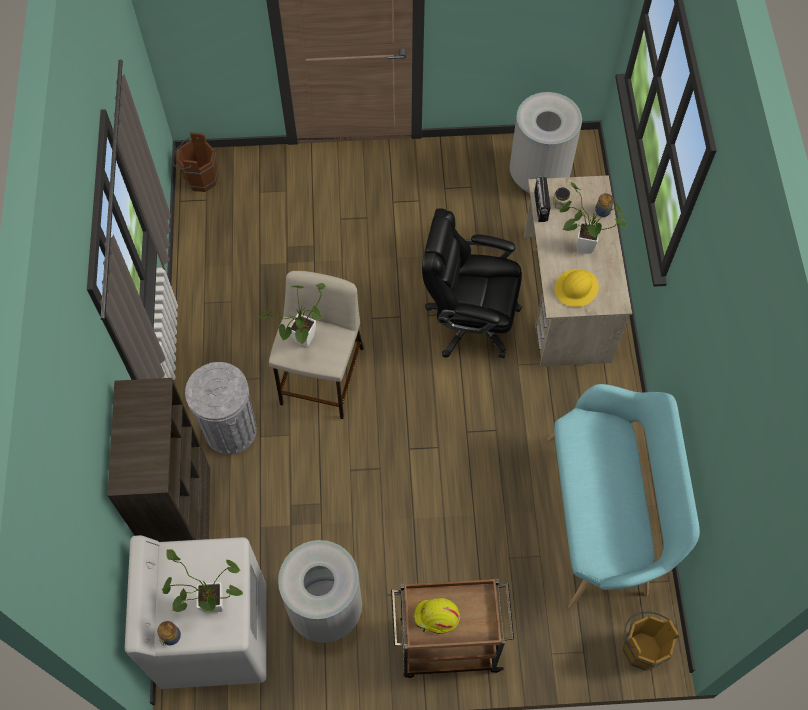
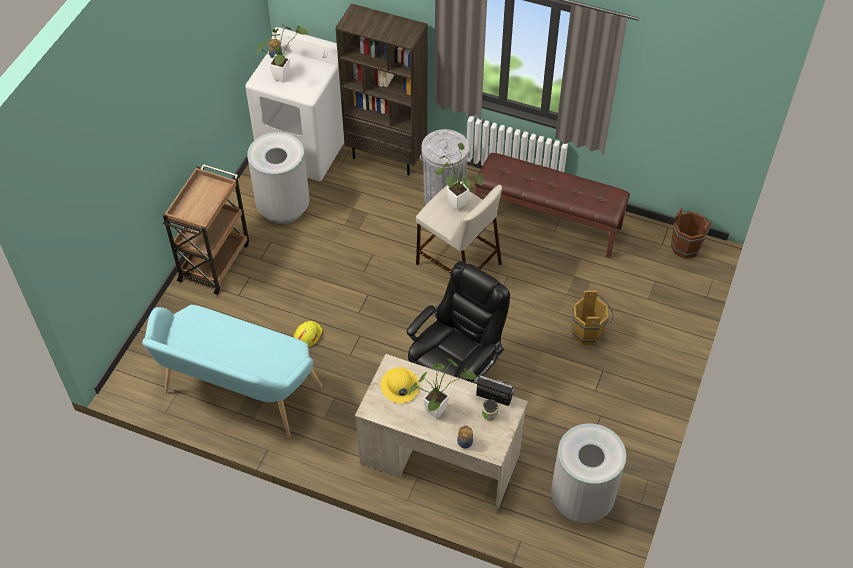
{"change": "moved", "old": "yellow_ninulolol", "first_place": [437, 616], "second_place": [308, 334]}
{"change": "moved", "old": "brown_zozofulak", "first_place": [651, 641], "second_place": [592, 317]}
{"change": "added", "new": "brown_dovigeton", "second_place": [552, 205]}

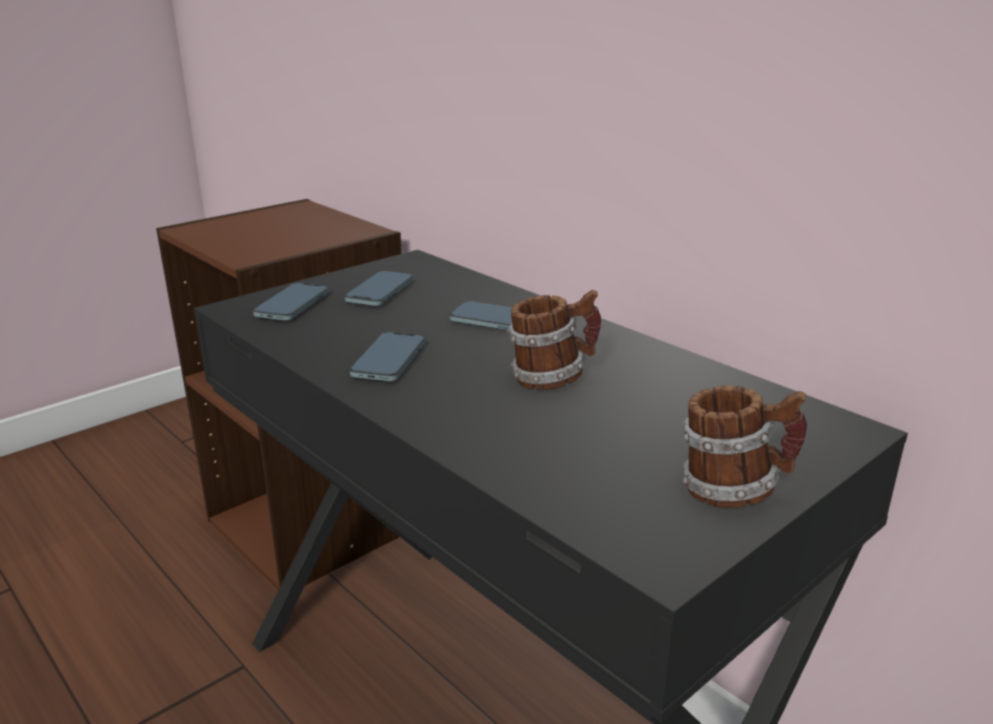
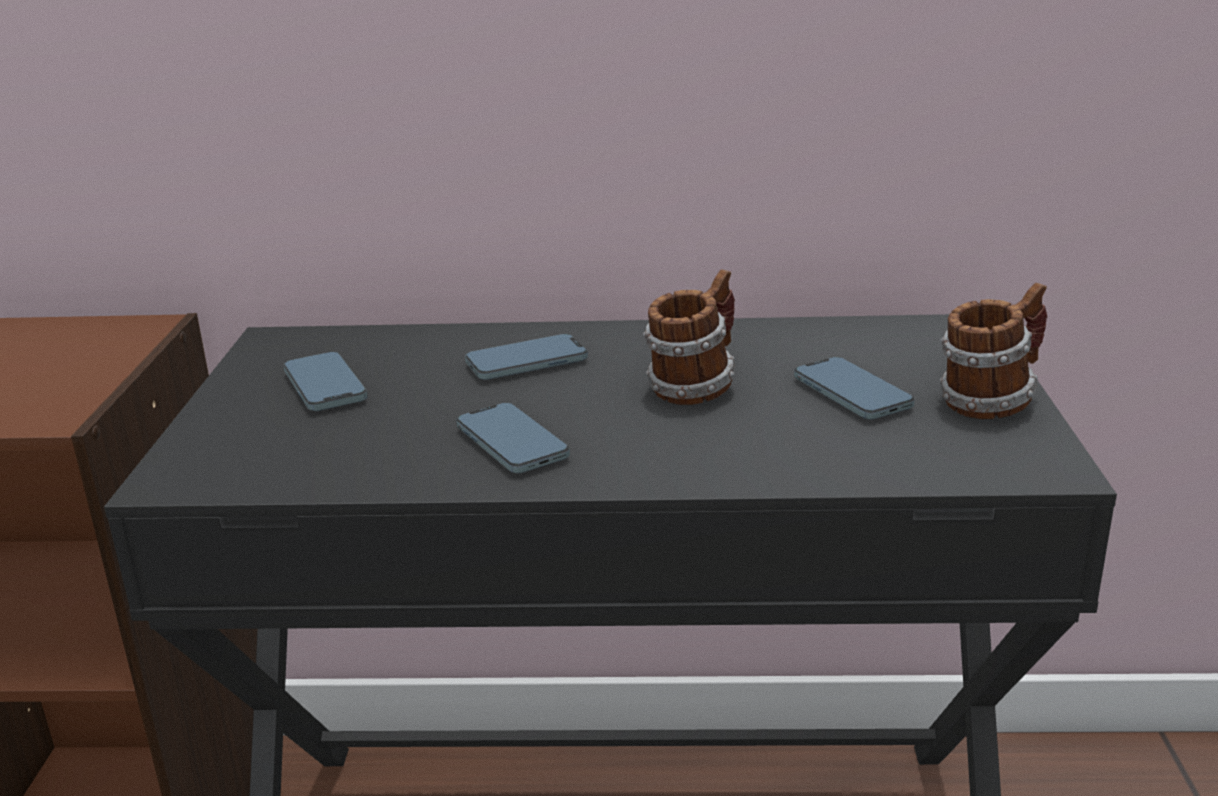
{"change": "moved", "old": "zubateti", "first_place": [291, 302], "second_place": [854, 388]}

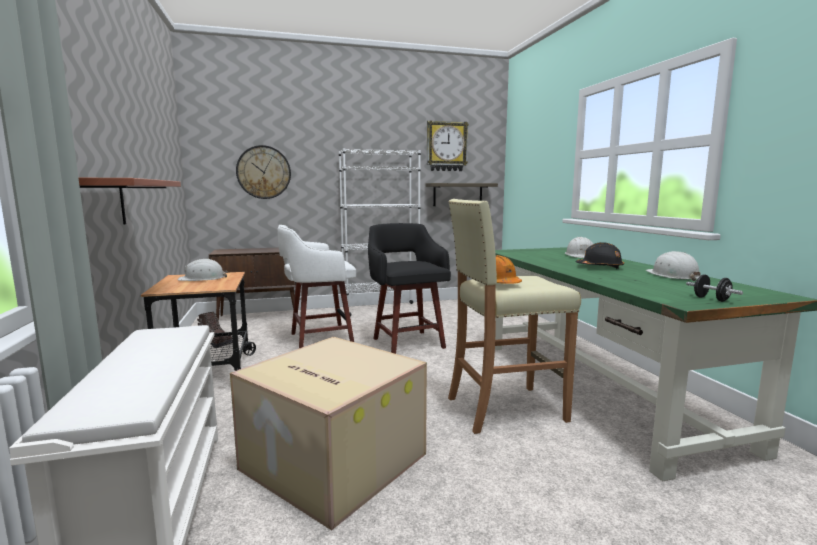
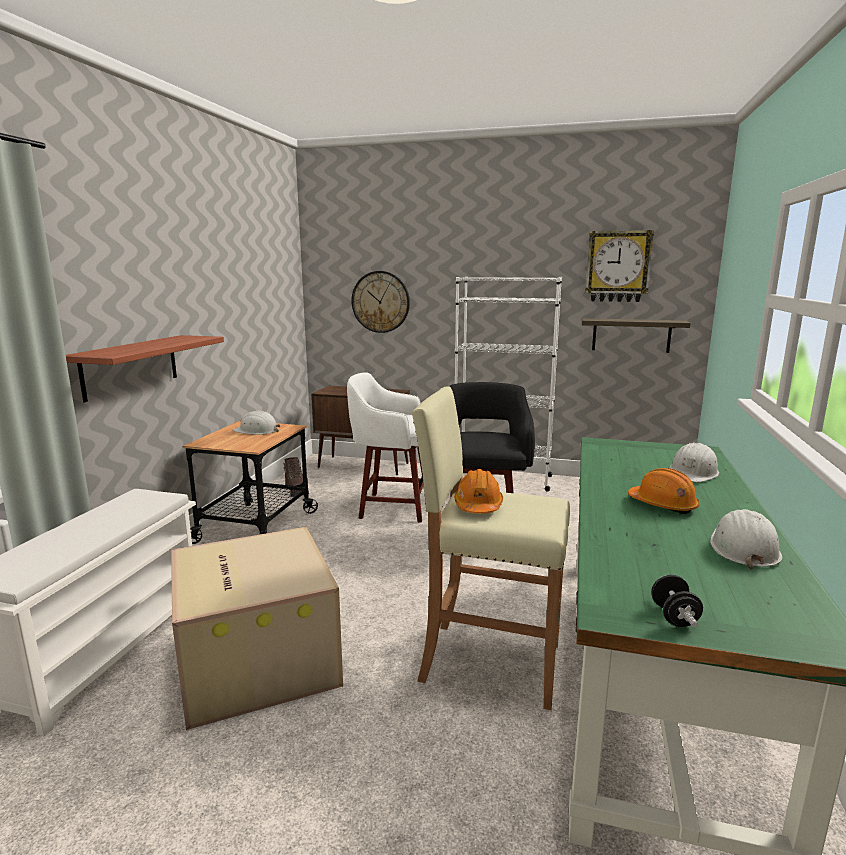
{"change": "recoloured", "old": "black_ninulolol", "new": "orange_ninulolol", "first_place": [600, 255], "second_place": [664, 491]}

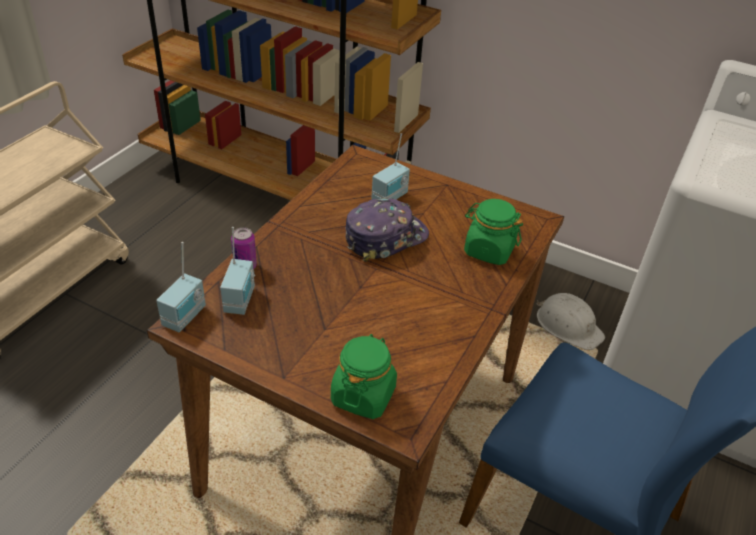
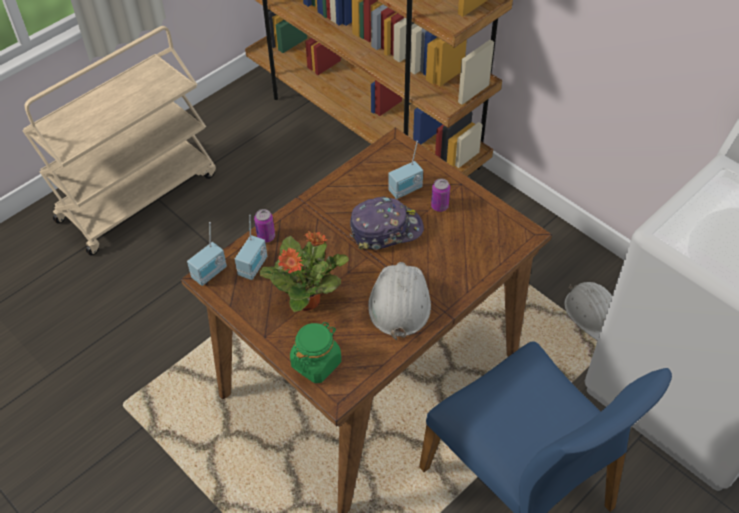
{"change": "removed", "old": "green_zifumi", "first_place": [493, 232]}
{"change": "added", "new": "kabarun", "second_place": [440, 195]}
{"change": "added", "new": "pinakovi", "second_place": [304, 271]}
{"change": "added", "new": "white_ninulolol", "second_place": [399, 301]}

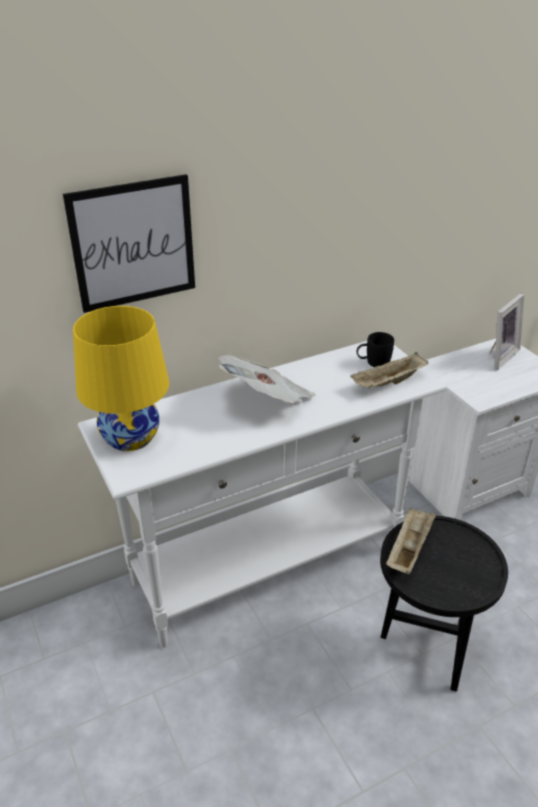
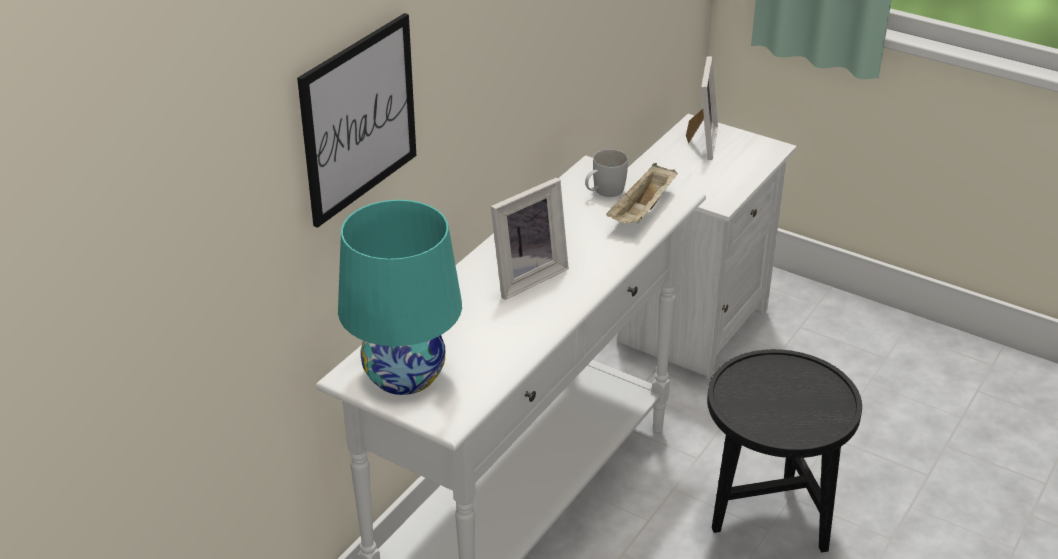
{"change": "recoloured", "old": "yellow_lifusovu", "new": "turquoise_lifusovu", "first_place": [121, 378], "second_place": [400, 297]}
{"change": "recoloured", "old": "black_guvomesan", "new": "white_guvomesan", "first_place": [375, 349], "second_place": [606, 173]}
{"change": "replaced", "old": "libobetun", "new": "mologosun", "first_place": [267, 379], "second_place": [530, 238]}
{"change": "removed", "old": "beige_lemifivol", "first_place": [411, 540]}

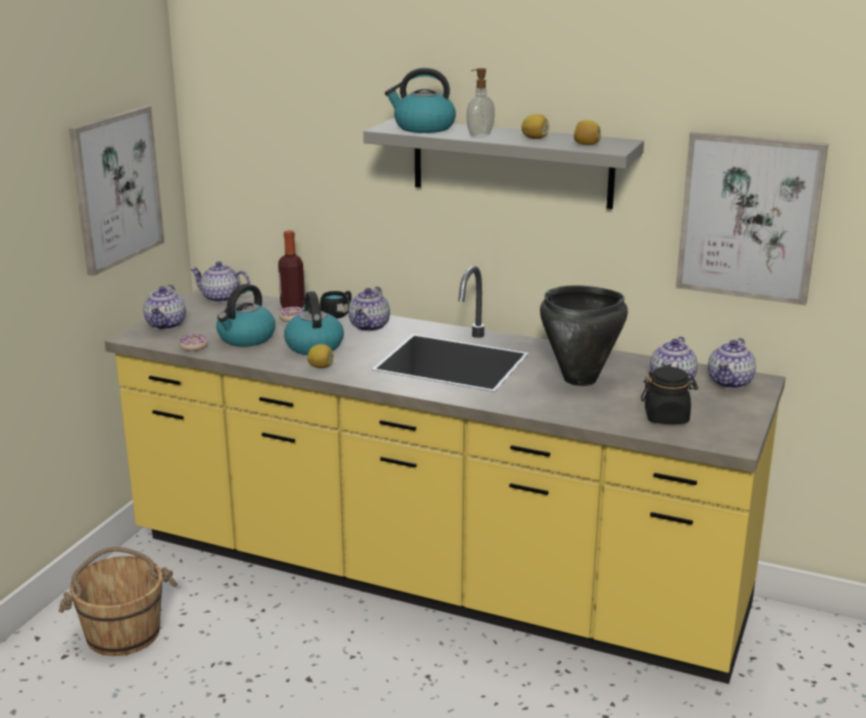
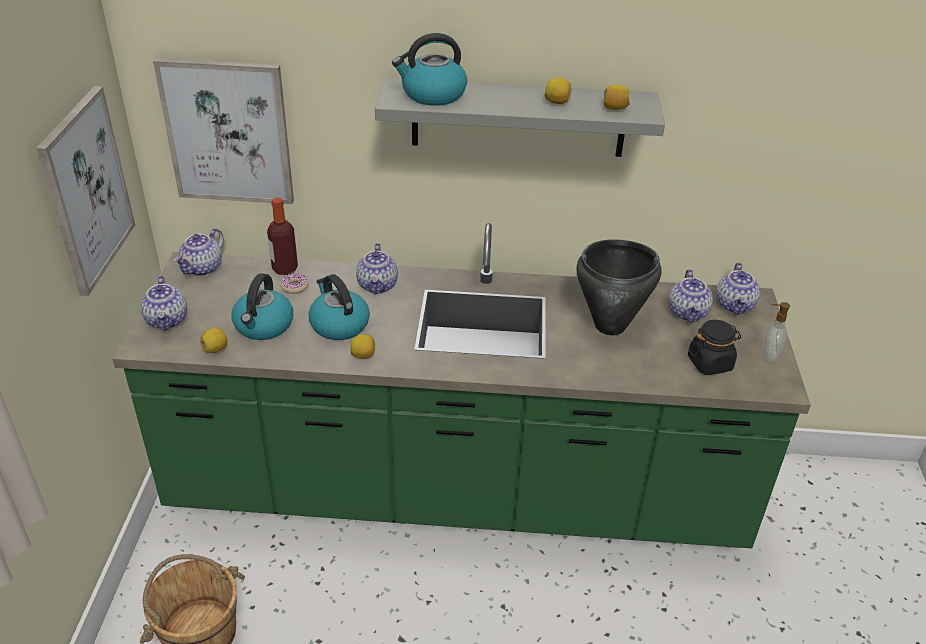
{"change": "moved", "old": "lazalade", "first_place": [481, 103], "second_place": [776, 332]}
{"change": "moved", "old": "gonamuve", "first_place": [752, 218], "second_place": [223, 131]}
{"change": "turned", "old": "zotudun", "first_place": [220, 282], "second_place": [198, 252], "degrees": -60}
{"change": "recoloured", "old": "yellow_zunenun", "new": "green_zunenun", "first_place": [445, 475], "second_place": [461, 386]}
{"change": "removed", "old": "black_guvomesan", "first_place": [336, 305]}
{"change": "replaced", "old": "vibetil", "new": "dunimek", "first_place": [193, 342], "second_place": [213, 340]}

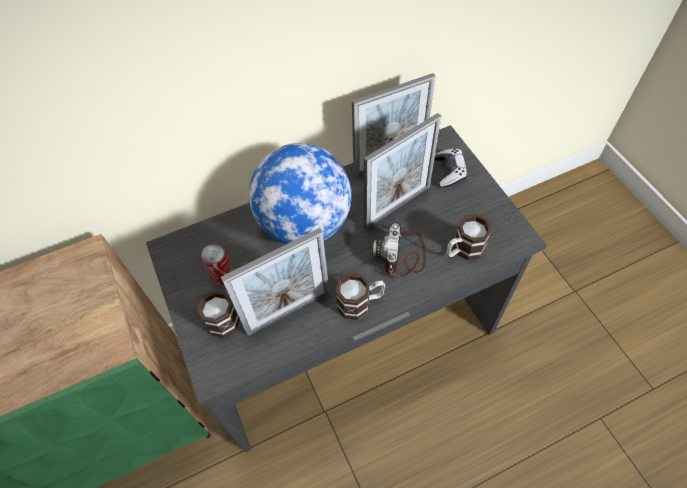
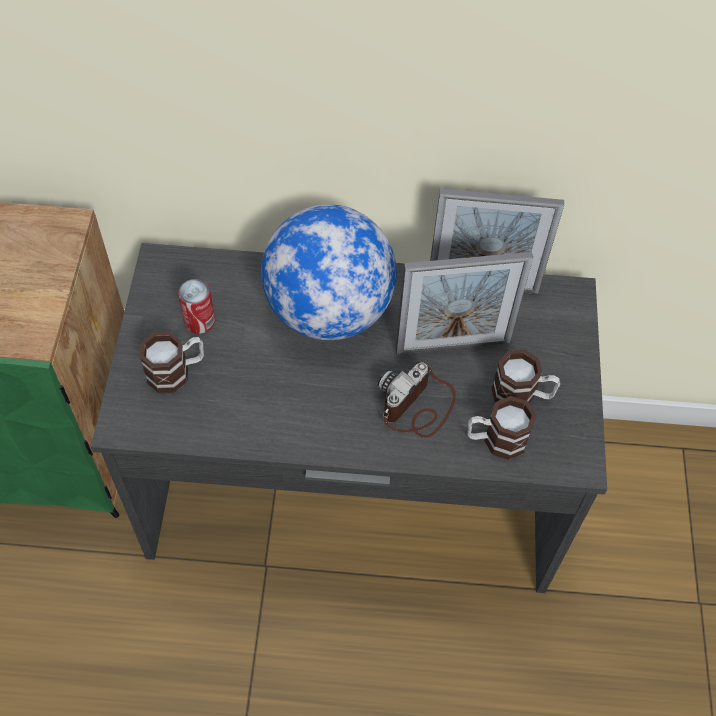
{"change": "removed", "old": "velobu", "first_place": [450, 167]}
{"change": "removed", "old": "mologosun", "first_place": [275, 282]}
{"change": "moved", "old": "guvomesan", "first_place": [360, 296], "second_place": [525, 376]}

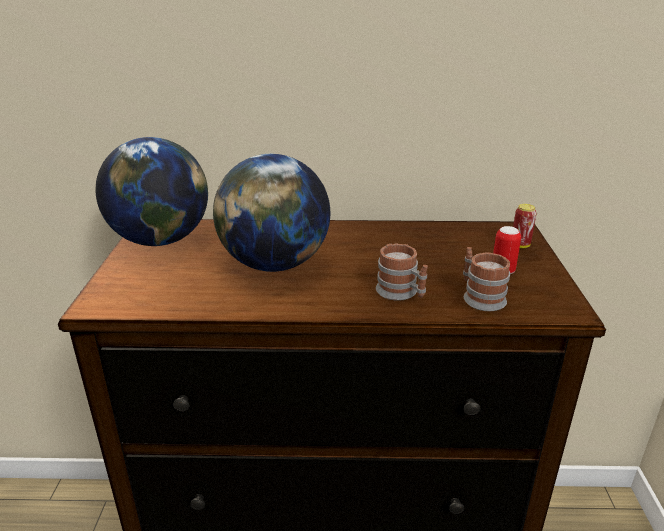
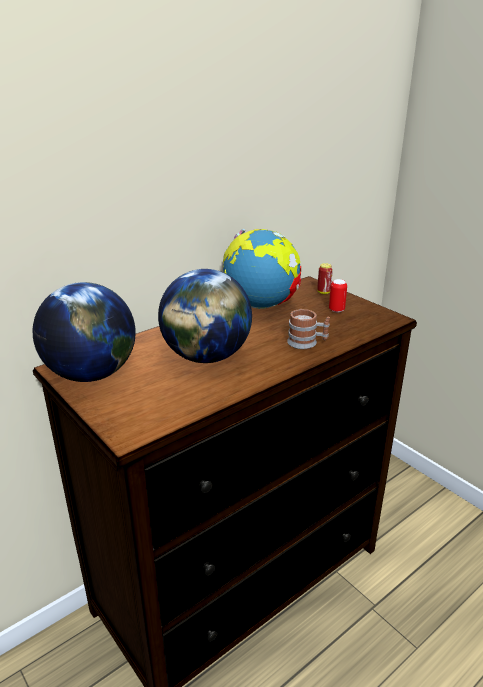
{"change": "removed", "old": "guvomesan", "first_place": [486, 279]}
{"change": "added", "new": "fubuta", "second_place": [262, 269]}

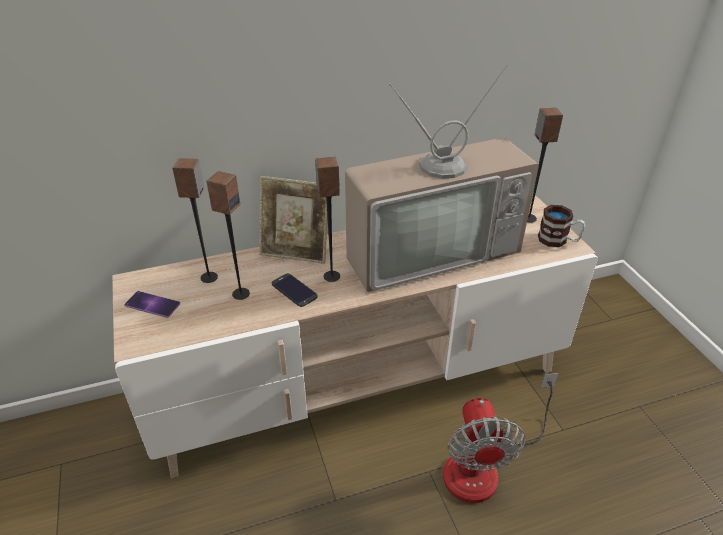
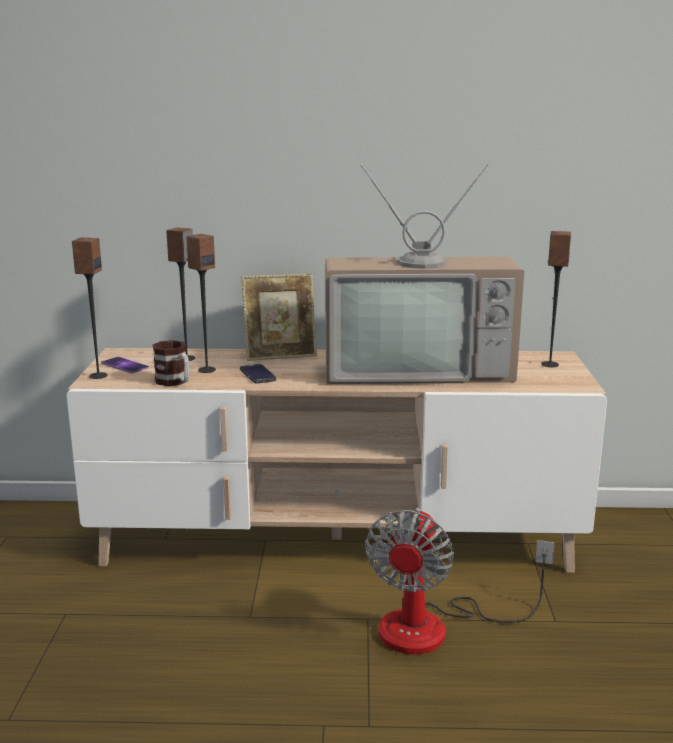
{"change": "moved", "old": "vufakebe", "first_place": [327, 219], "second_place": [90, 308]}
{"change": "turned", "old": "mologosun", "first_place": [293, 220], "second_place": [279, 317], "degrees": -45}
{"change": "moved", "old": "guvomesan", "first_place": [561, 226], "second_place": [171, 363]}

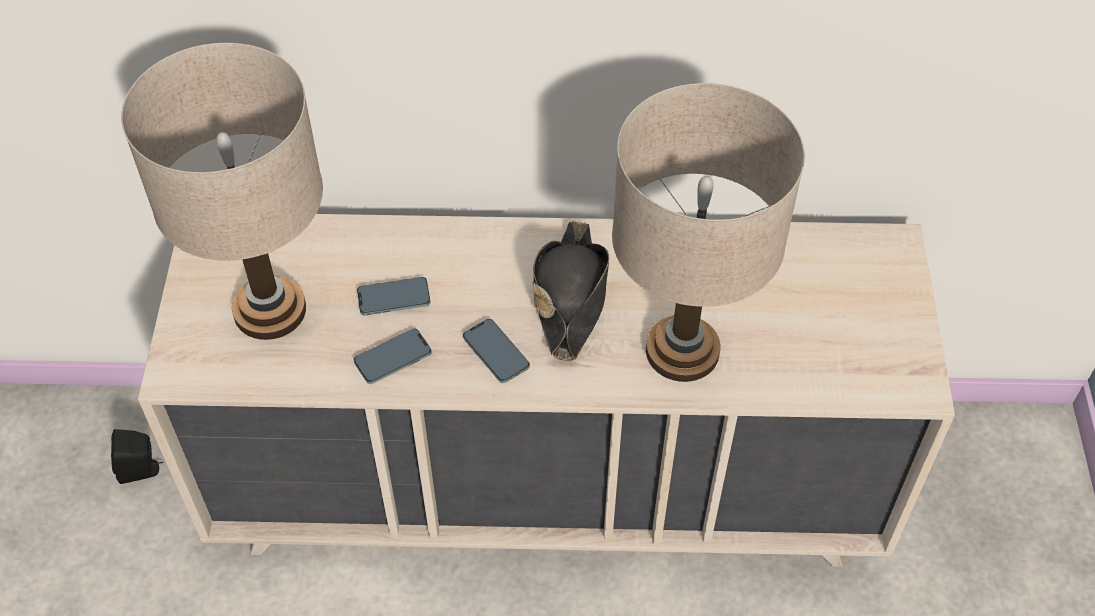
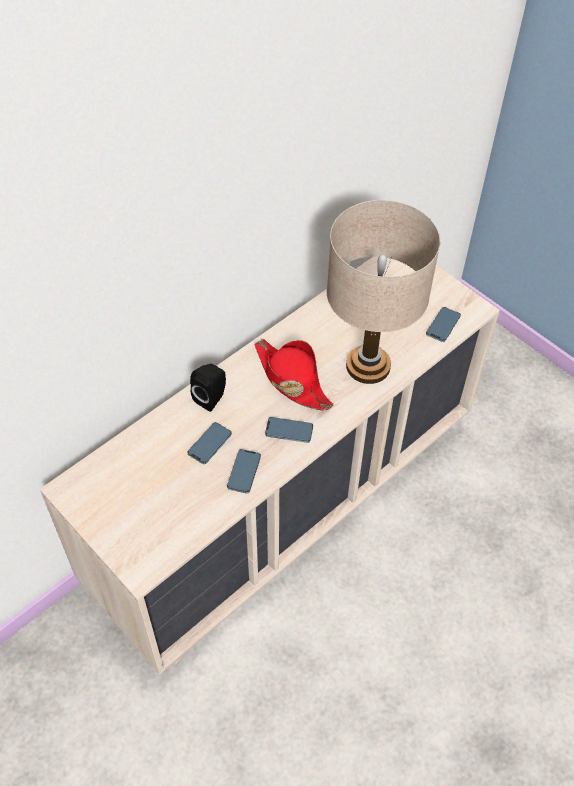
{"change": "removed", "old": "beige_lifusovu", "first_place": [222, 191]}
{"change": "recoloured", "old": "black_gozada", "new": "red_gozada", "first_place": [571, 291], "second_place": [294, 374]}
{"change": "moved", "old": "black_vufakebe", "first_place": [137, 456], "second_place": [208, 388]}
{"change": "added", "new": "zubateti", "second_place": [443, 324]}

